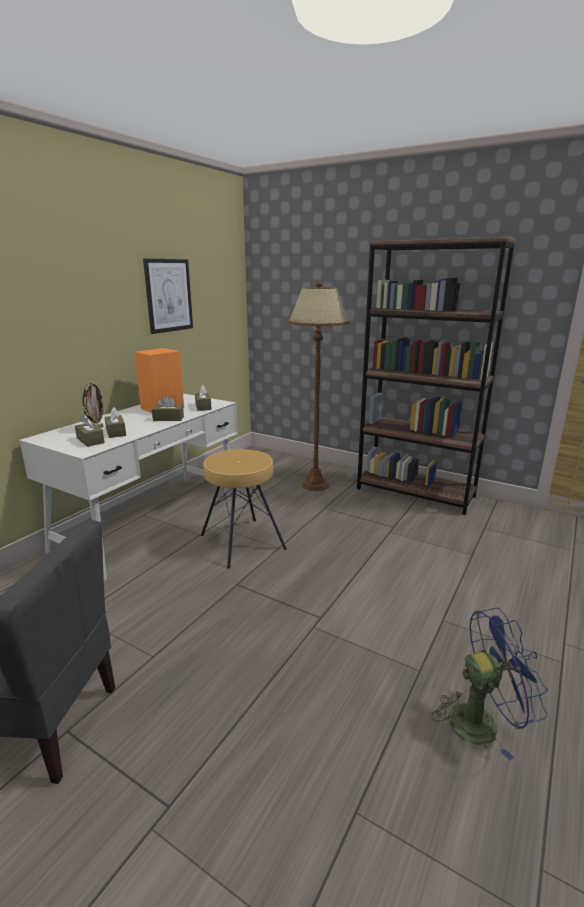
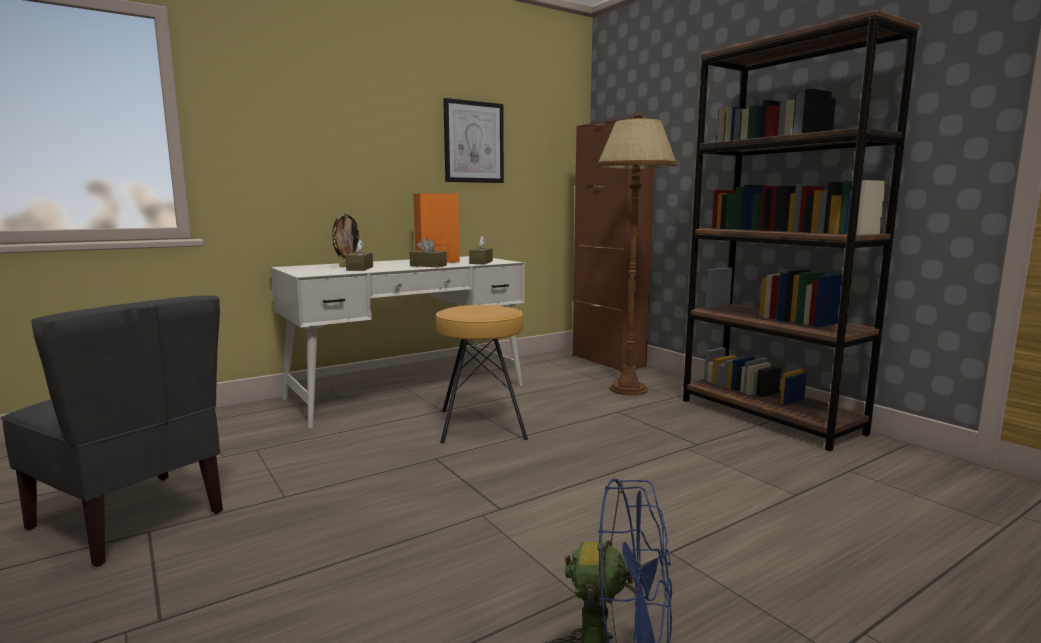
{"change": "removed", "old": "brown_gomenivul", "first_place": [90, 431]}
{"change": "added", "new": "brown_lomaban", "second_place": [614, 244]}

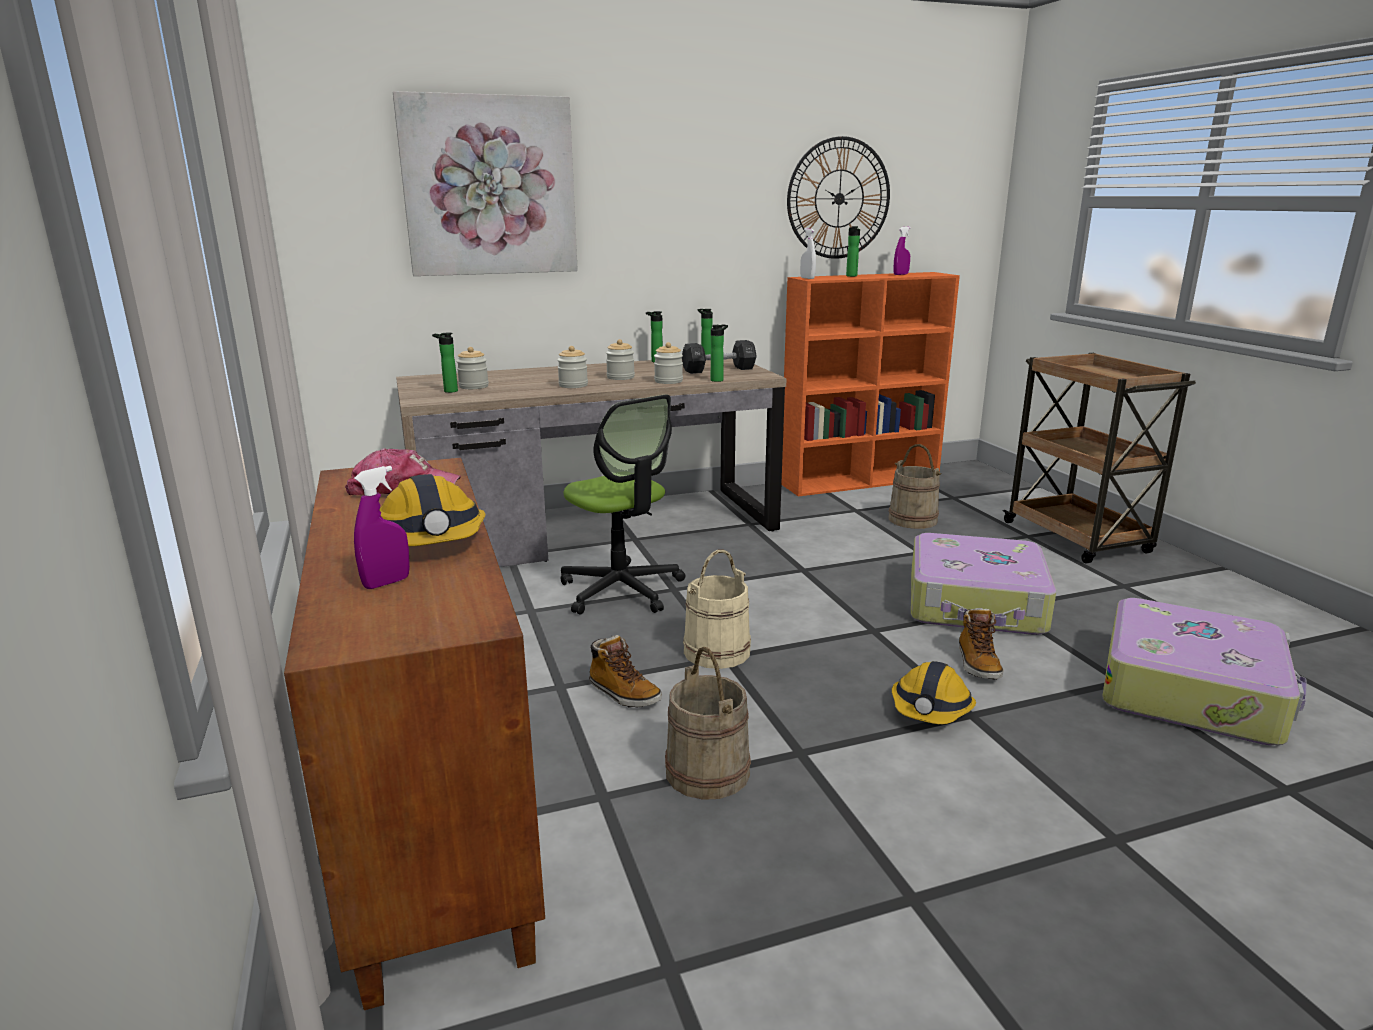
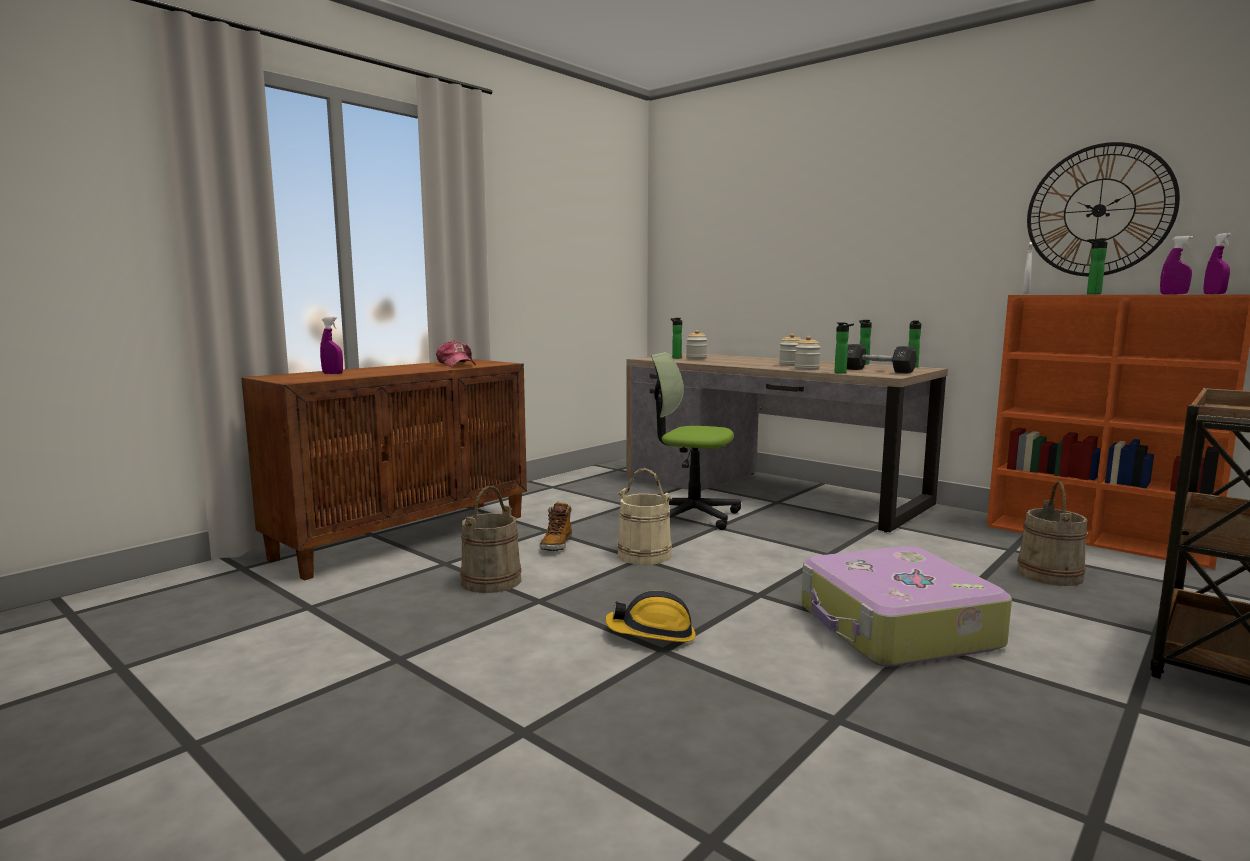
{"change": "removed", "old": "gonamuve", "first_place": [485, 183]}
{"change": "removed", "old": "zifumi", "first_place": [572, 367]}
{"change": "turned", "old": "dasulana", "first_place": [622, 504], "second_place": [696, 441], "degrees": 90}
{"change": "removed", "old": "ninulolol", "first_place": [432, 510]}
{"change": "removed", "old": "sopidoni", "first_place": [1204, 671]}
{"change": "removed", "old": "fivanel", "first_place": [981, 644]}
{"change": "added", "new": "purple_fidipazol", "second_place": [1217, 263]}

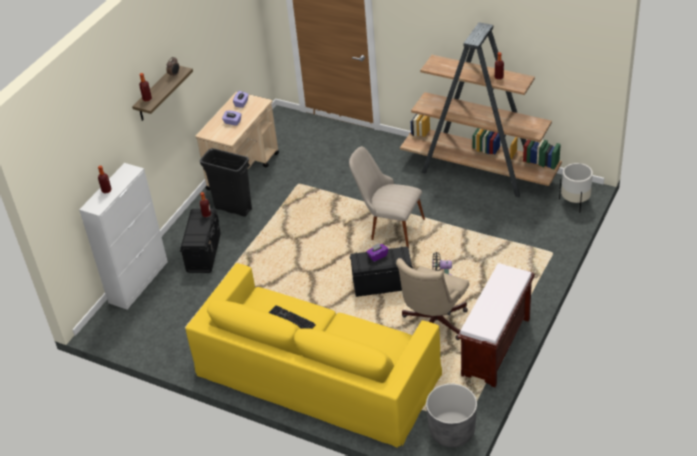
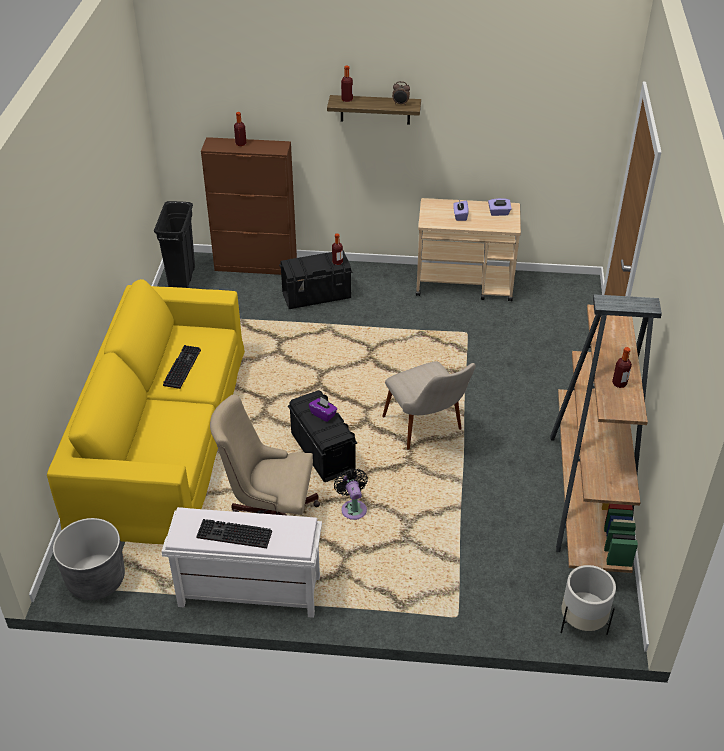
{"change": "turned", "old": "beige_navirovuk", "first_place": [387, 197], "second_place": [428, 405], "degrees": 150}
{"change": "moved", "old": "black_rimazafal", "first_place": [226, 182], "second_place": [174, 244]}
{"change": "recoloured", "old": "white_lomaban", "new": "brown_lomaban", "first_place": [123, 236], "second_place": [249, 206]}
{"change": "recoloured", "old": "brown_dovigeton", "new": "white_dovigeton", "first_place": [496, 325], "second_place": [242, 562]}
{"change": "added", "new": "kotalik", "second_place": [234, 533]}

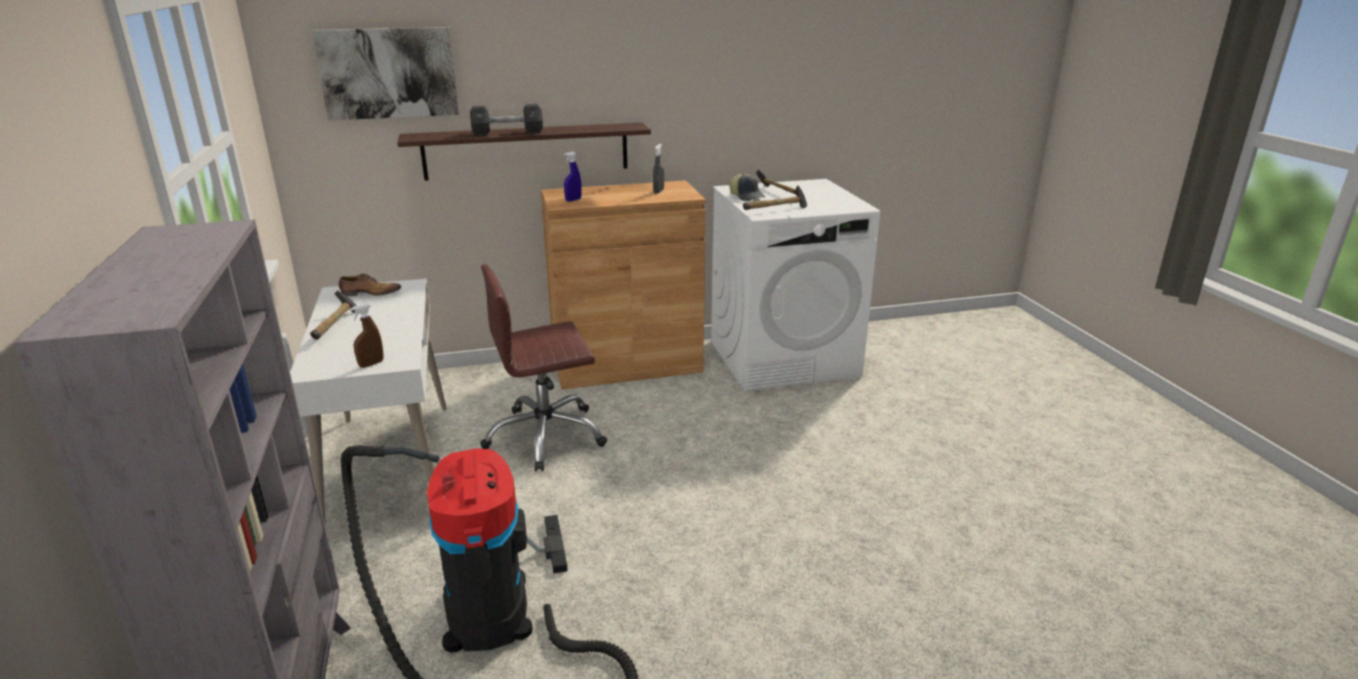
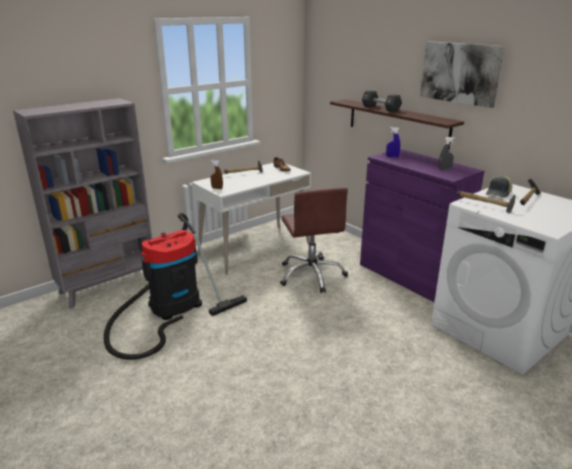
{"change": "moved", "old": "gonamuve", "first_place": [385, 73], "second_place": [462, 74]}
{"change": "recoloured", "old": "brown_lomaban", "new": "purple_lomaban", "first_place": [623, 284], "second_place": [422, 225]}
{"change": "turned", "old": "brown_dasulana", "first_place": [543, 367], "second_place": [314, 240], "degrees": -150}

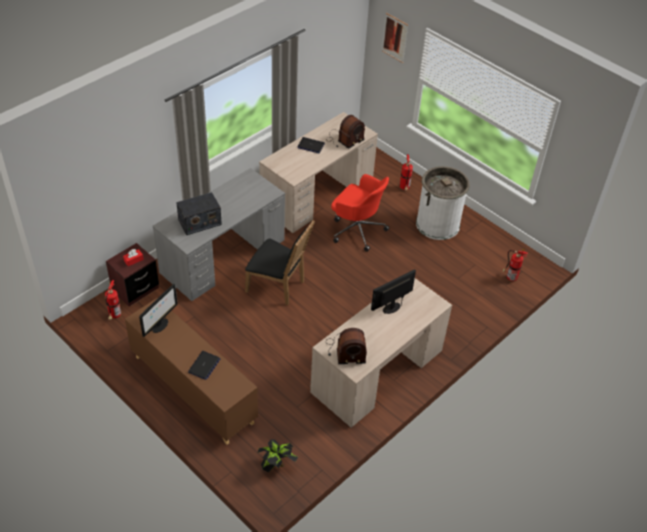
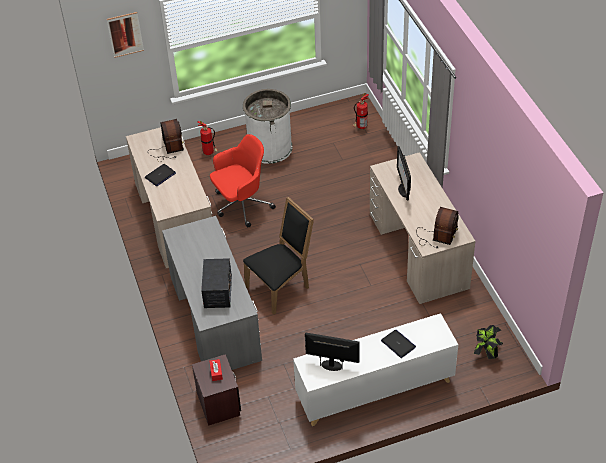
{"change": "removed", "old": "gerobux", "first_place": [113, 300]}
{"change": "turned", "old": "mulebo", "first_place": [158, 310], "second_place": [332, 352], "degrees": -45}
{"change": "recoloured", "old": "brown_lomaban", "new": "white_lomaban", "first_place": [191, 371], "second_place": [375, 369]}

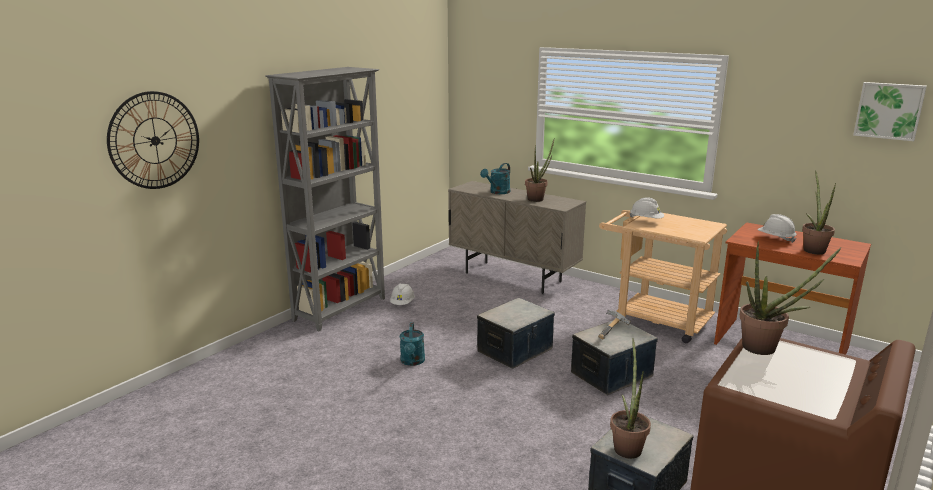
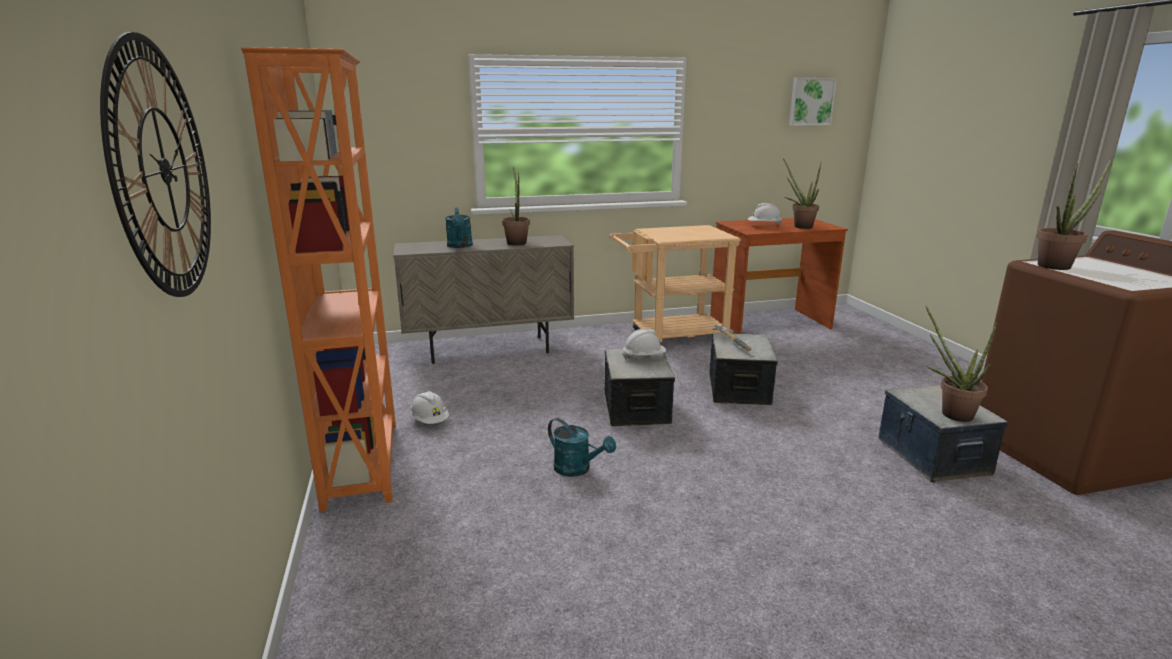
{"change": "recoloured", "old": "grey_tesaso", "new": "orange_tesaso", "first_place": [325, 199], "second_place": [318, 279]}
{"change": "moved", "old": "white_ninulolol", "first_place": [647, 208], "second_place": [644, 344]}

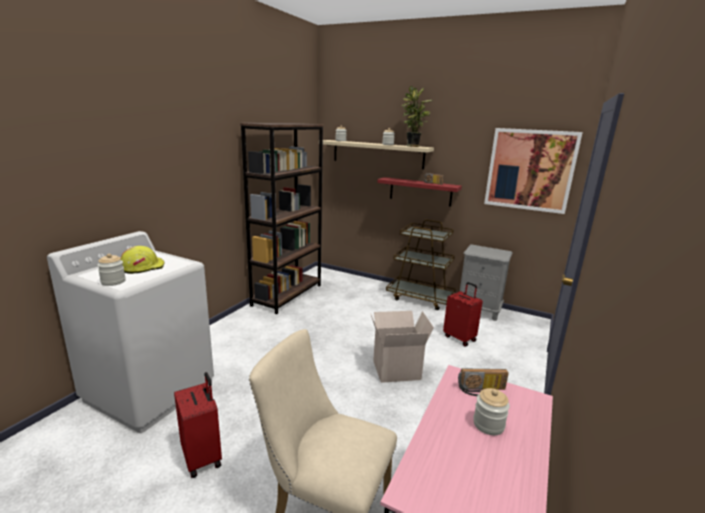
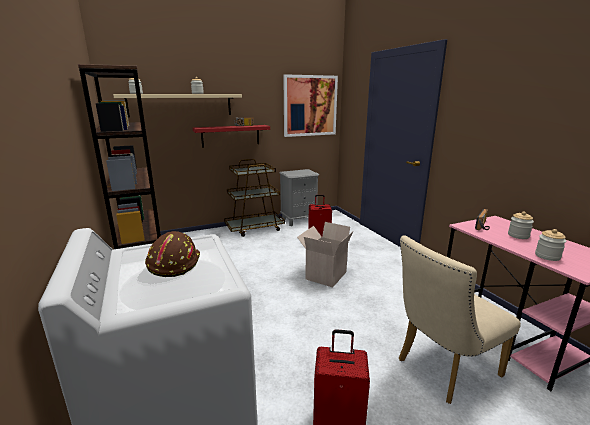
{"change": "removed", "old": "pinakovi", "first_place": [416, 116]}
{"change": "recoloured", "old": "yellow_ninulolol", "new": "brown_ninulolol", "first_place": [142, 260], "second_place": [172, 254]}
{"change": "moved", "old": "zifumi", "first_place": [111, 270], "second_place": [550, 245]}

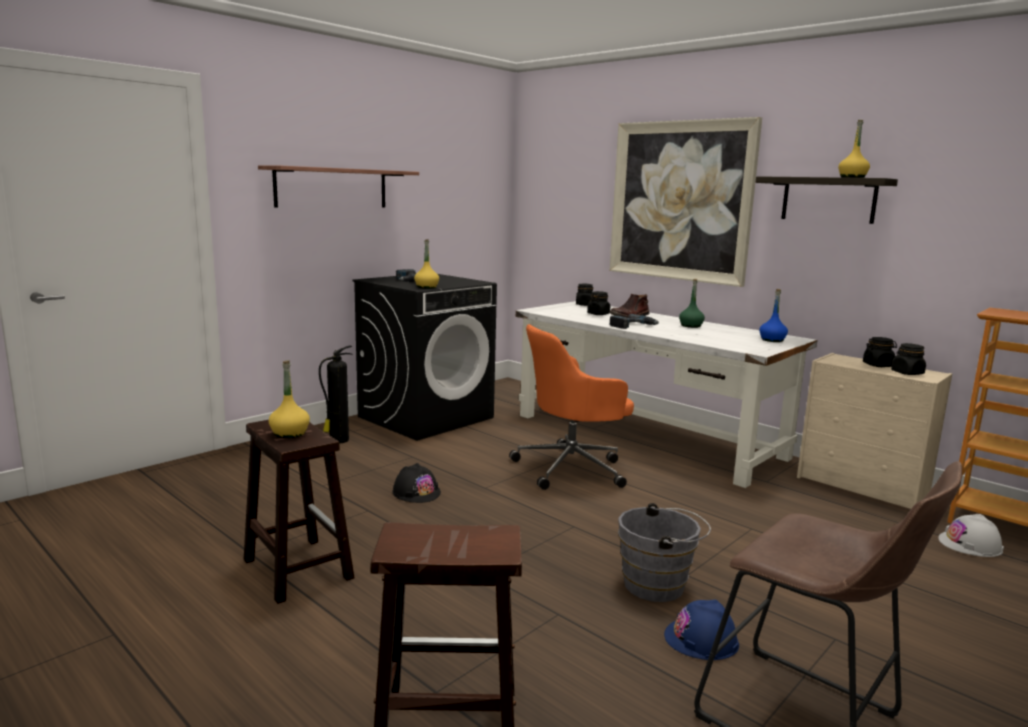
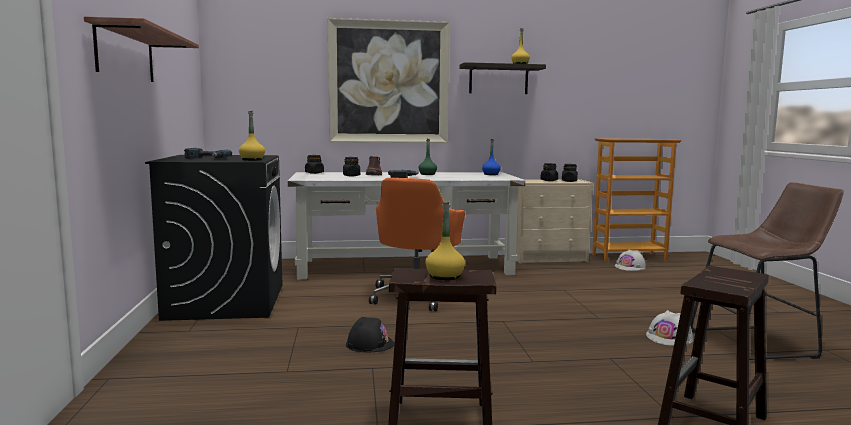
{"change": "removed", "old": "gerobux", "first_place": [335, 395]}
{"change": "removed", "old": "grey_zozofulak", "first_place": [664, 552]}
{"change": "recoloured", "old": "blue_ninulolol", "new": "white_ninulolol", "first_place": [701, 629], "second_place": [669, 328]}

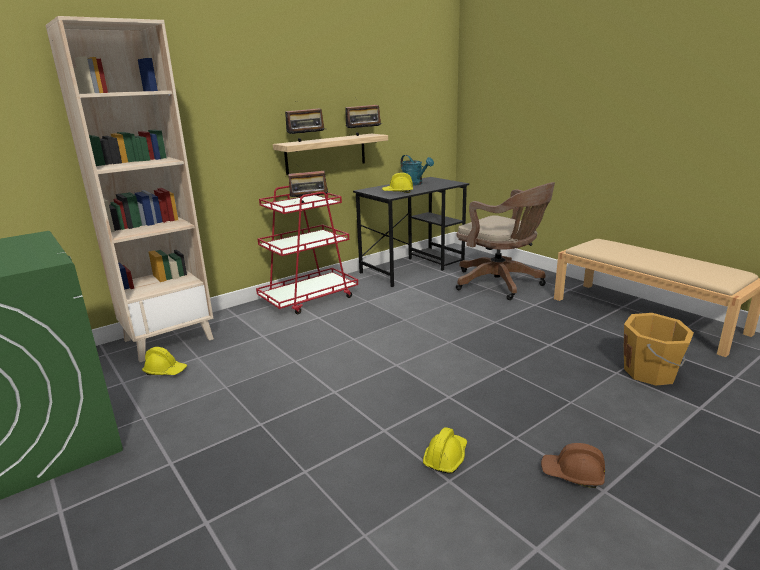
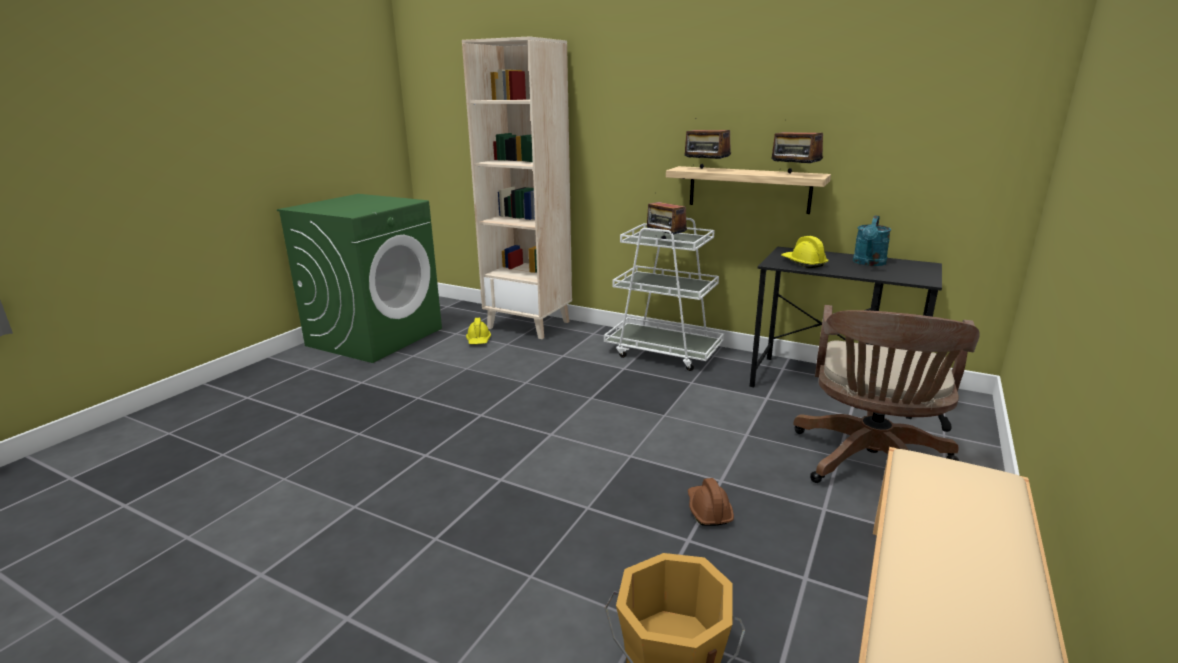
{"change": "recoloured", "old": "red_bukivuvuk", "new": "white_bukivuvuk", "first_place": [307, 250], "second_place": [664, 294]}
{"change": "removed", "old": "yellow_ninulolol", "first_place": [445, 450]}
{"change": "moved", "old": "brown_ninulolol", "first_place": [573, 465], "second_place": [711, 502]}

